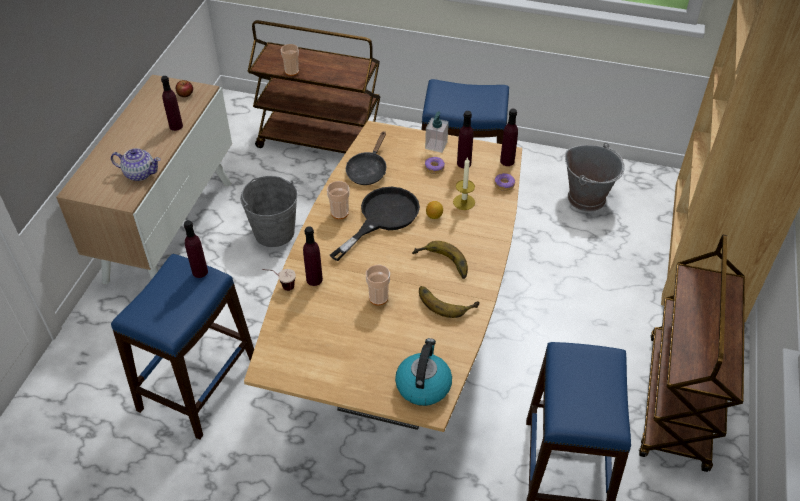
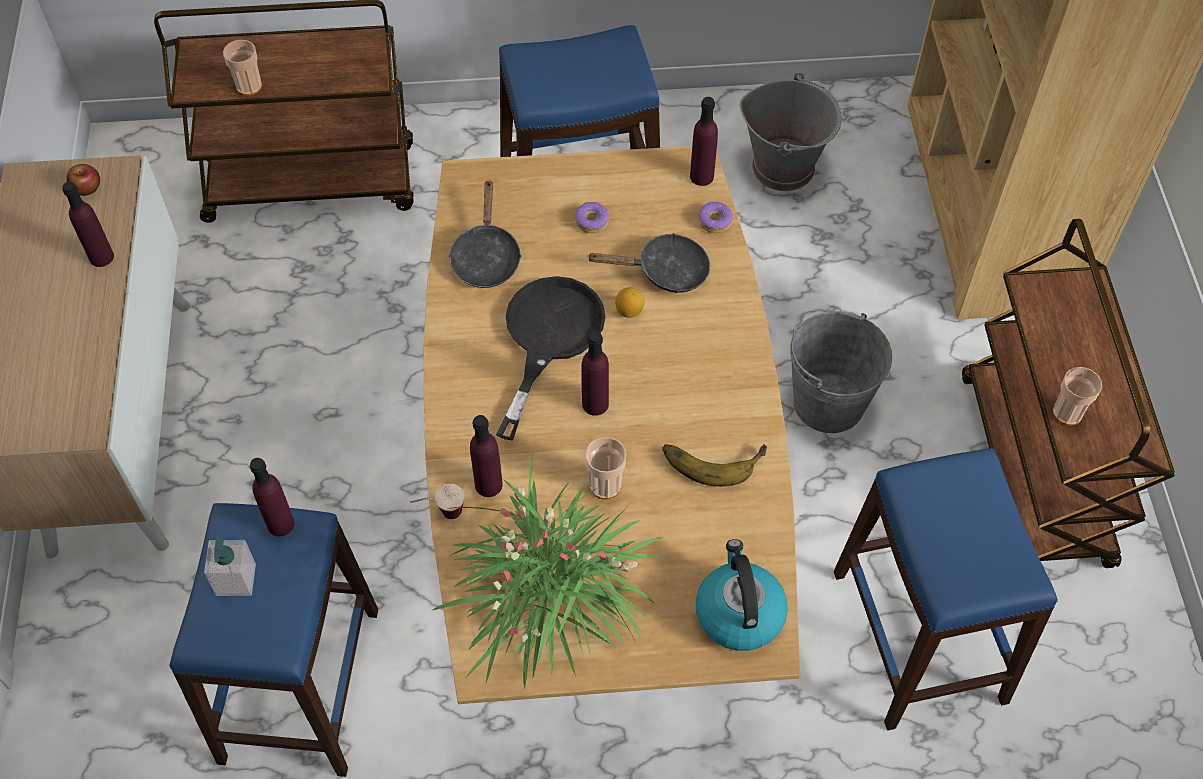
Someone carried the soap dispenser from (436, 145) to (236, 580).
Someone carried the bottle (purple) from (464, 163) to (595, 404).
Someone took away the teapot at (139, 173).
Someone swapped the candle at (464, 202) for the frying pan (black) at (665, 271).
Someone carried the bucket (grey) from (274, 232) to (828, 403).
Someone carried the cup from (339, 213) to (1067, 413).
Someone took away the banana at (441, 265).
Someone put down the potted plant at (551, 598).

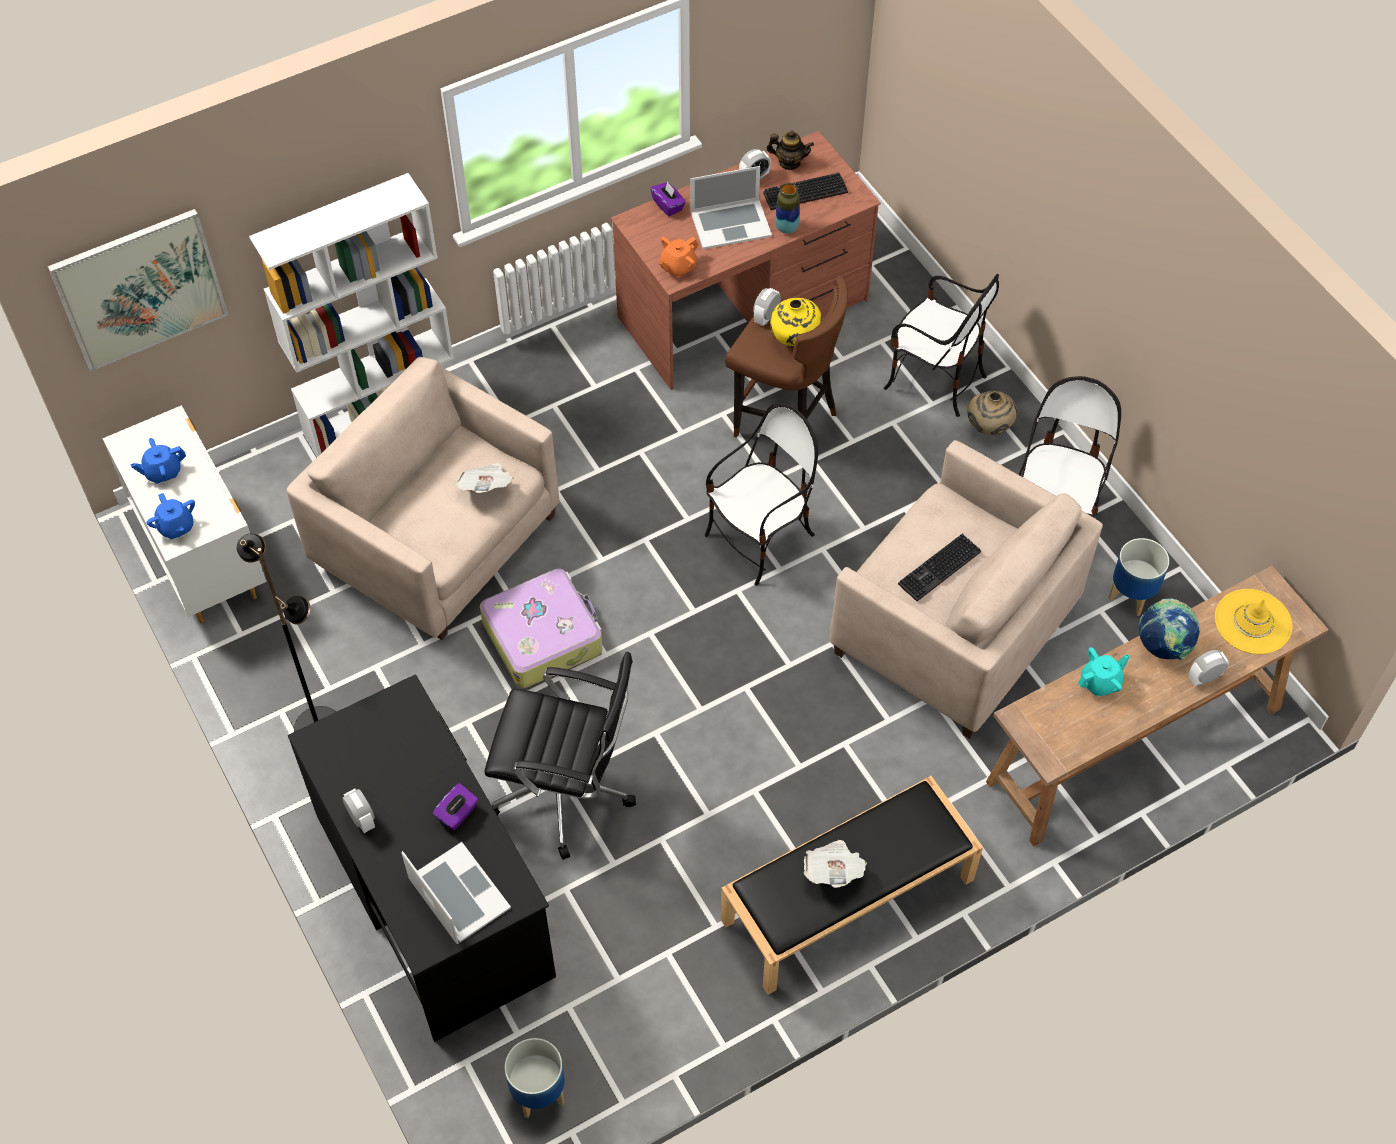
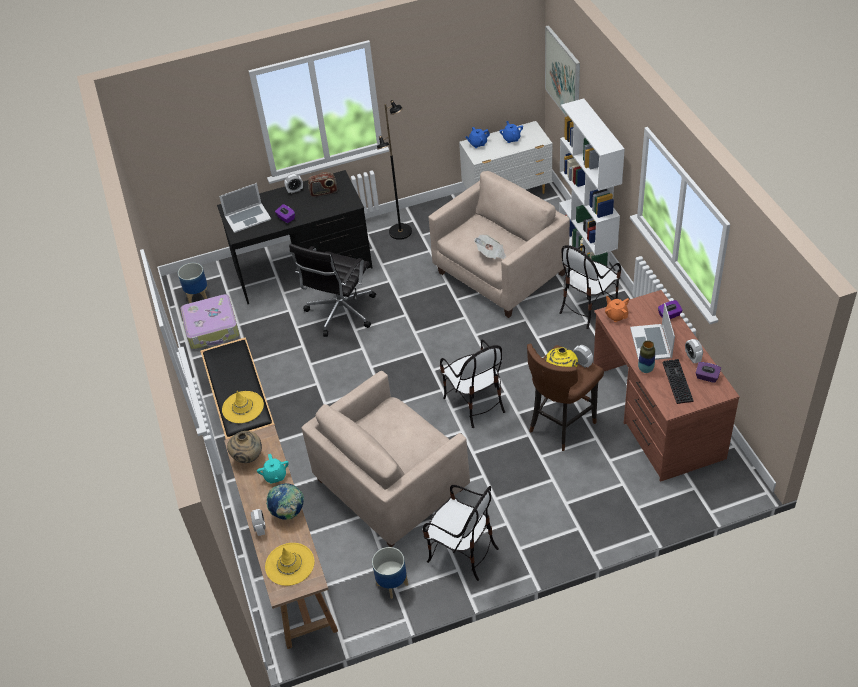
Someone swapped the teapot at (789, 162) for the tissue box (purple) at (707, 377).
Someone carried the chair from (934, 380) to (587, 307).
Someone carried the vase (beige) from (988, 429) to (248, 458).
Someone took away the keyboard at (939, 570).
Someone carried the suitcase from (543, 636) to (212, 328).
Someone took away the newspaper at (833, 870).
Someone put down the radio at (323, 192).
Someone put down the hat (yellow) at (243, 407).

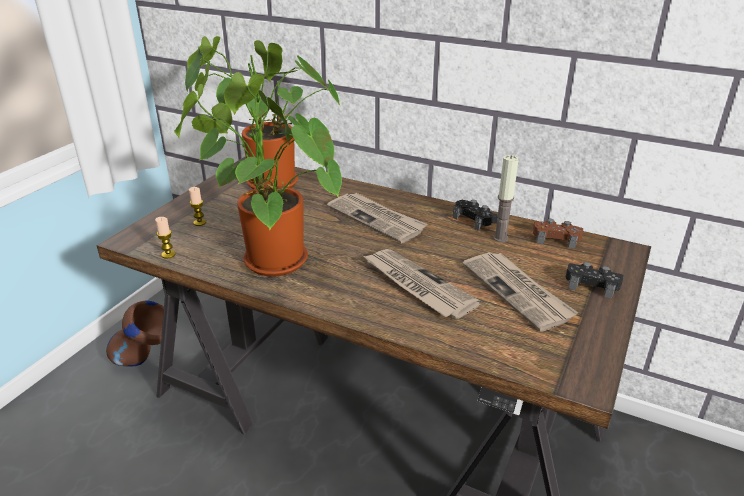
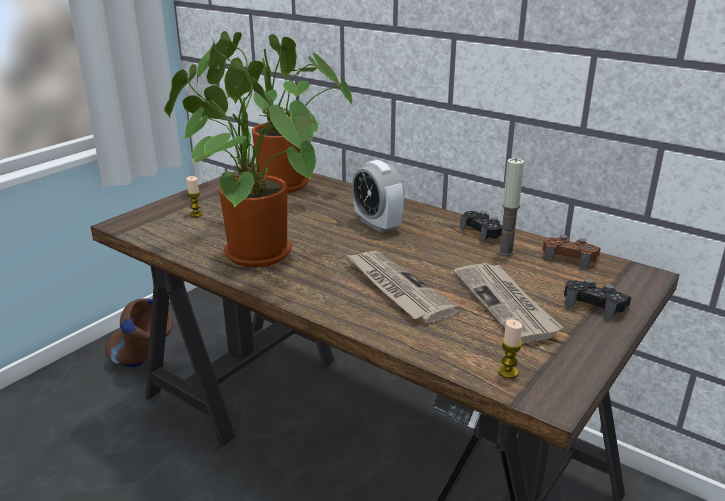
Someone swapped the newspaper at (377, 219) for the alarm clock at (377, 224).
Someone carried the candle from (168, 254) to (508, 372).

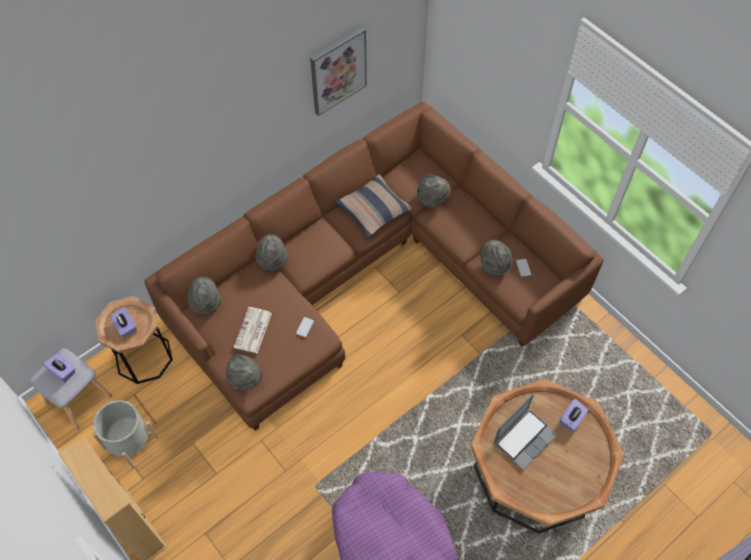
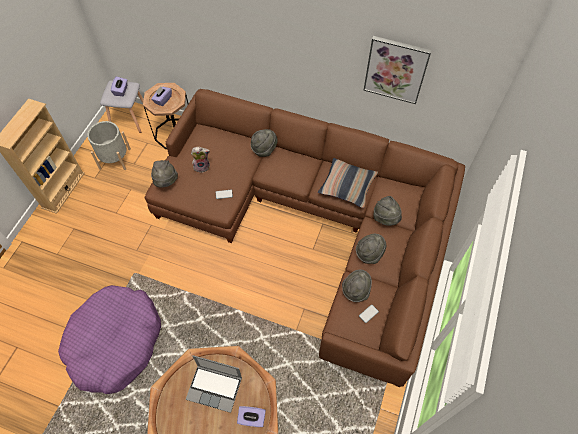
Someone carried the hat (grey) from (206, 303) to (369, 254).
Someone swapped the newspaper at (253, 331) for the plush toy at (202, 166).

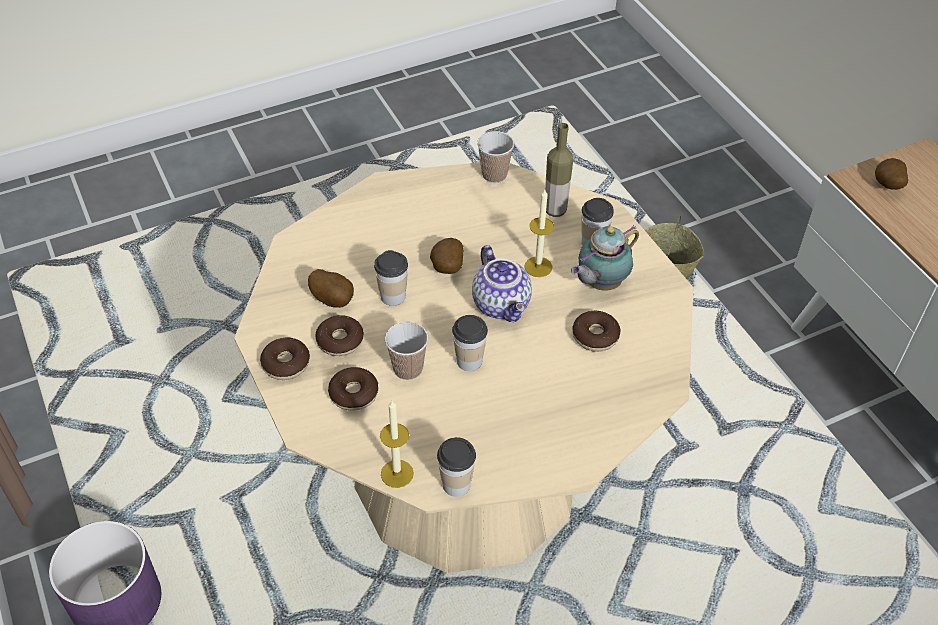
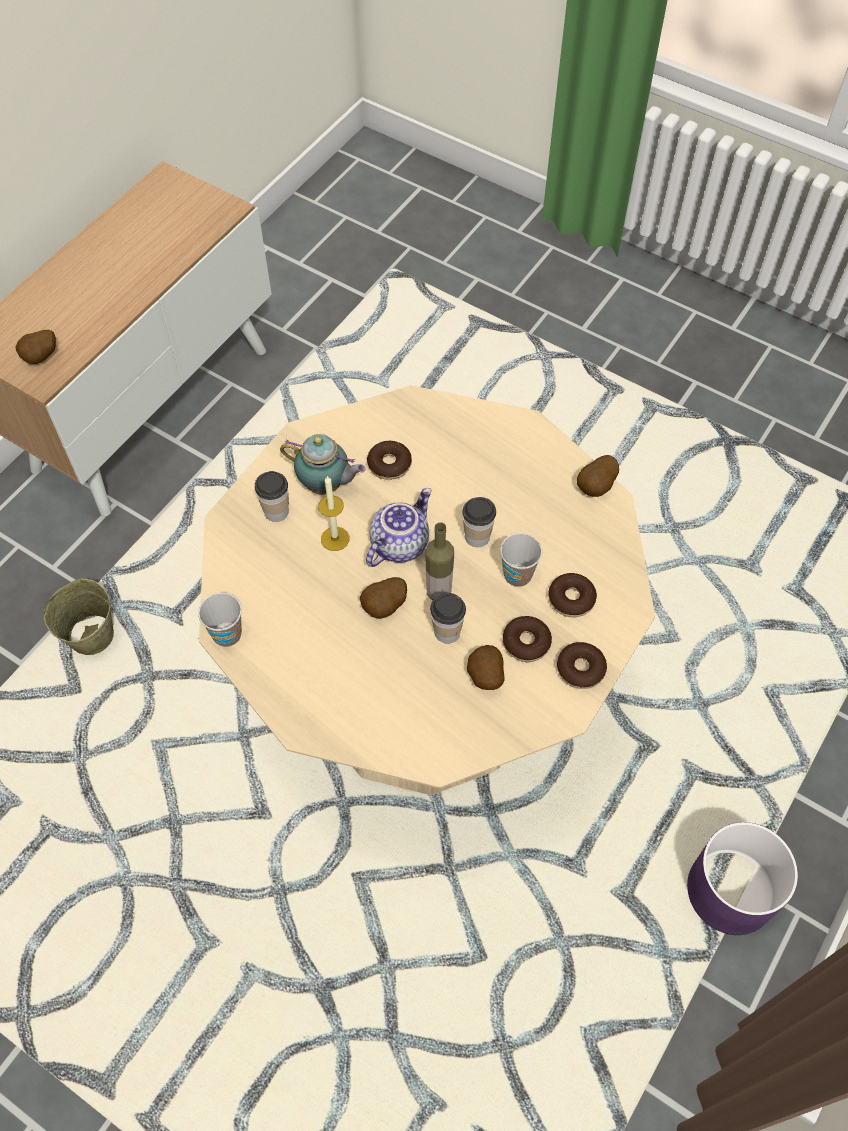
Someone carried the bottle from (555, 210) to (438, 592).
Someone took away the candle at (397, 473).
Someone swapped the cup at (456, 484) for the potato at (596, 487).

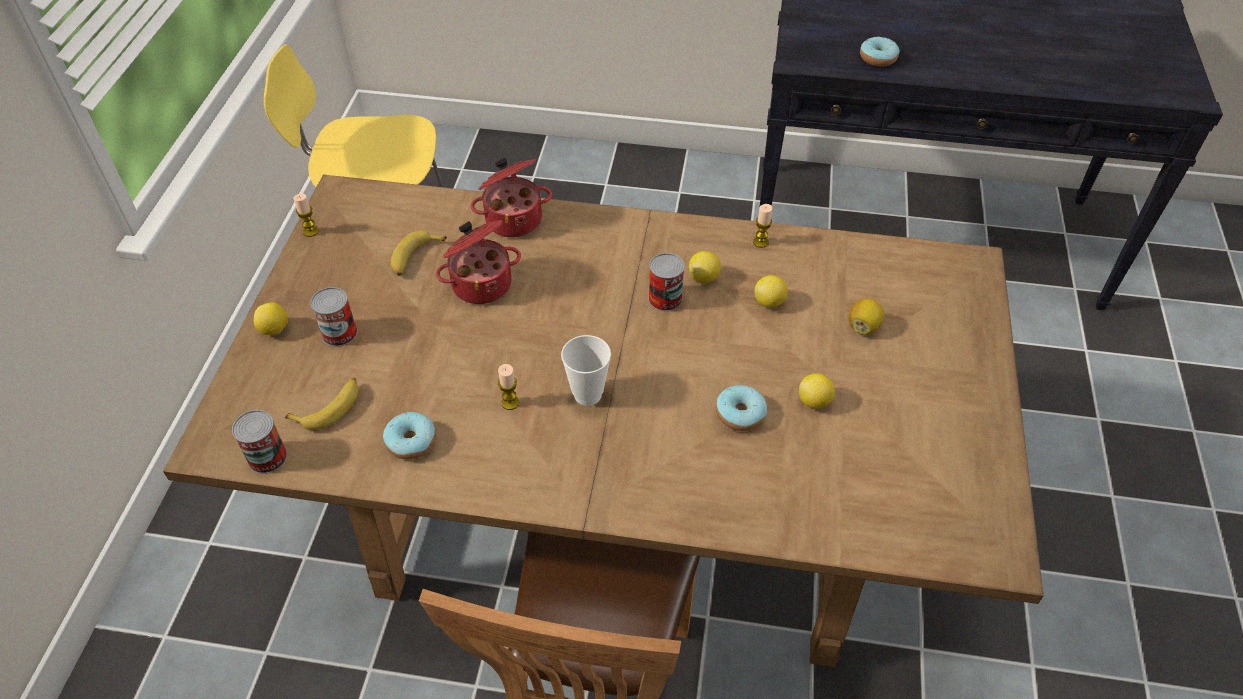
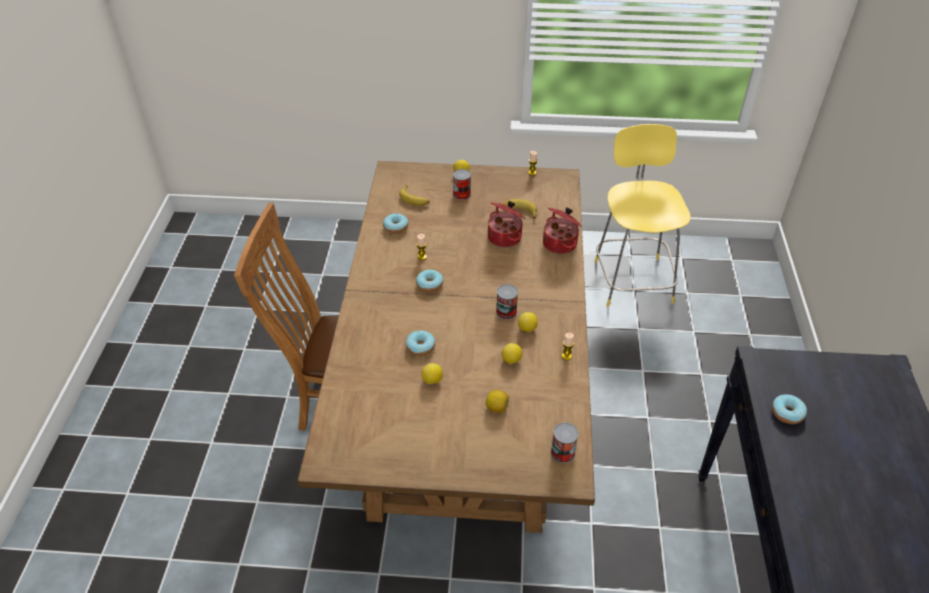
Someone swapped the cup at (587, 394) for the donut at (429, 284).
Someone carried the can from (267, 457) to (563, 452).

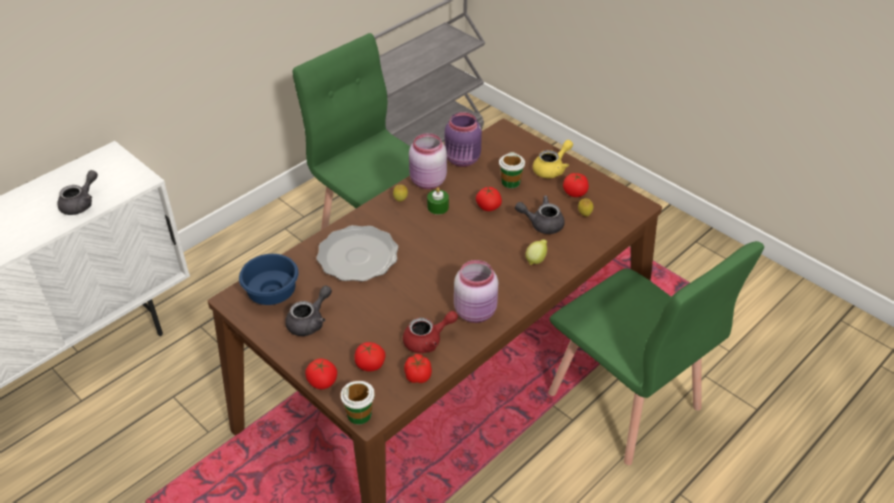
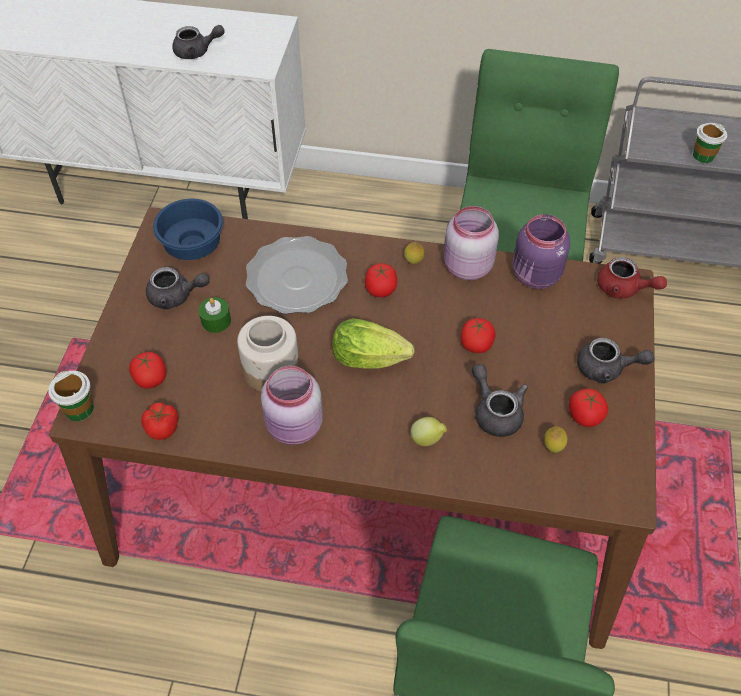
Someone repainted the teapot (yellow) at (552, 169), which became the teapot (grey) at (607, 369).
Someone carried the cup from (510, 182) to (703, 155).
Someone carried the candle (green) from (438, 207) to (216, 321).
Someone carried the teapot (red) from (428, 340) to (624, 289).
Someone carried the tomato from (322, 382) to (380, 289).
Someone put down the jar at (272, 370).
Someone put down the lettuce at (373, 359).

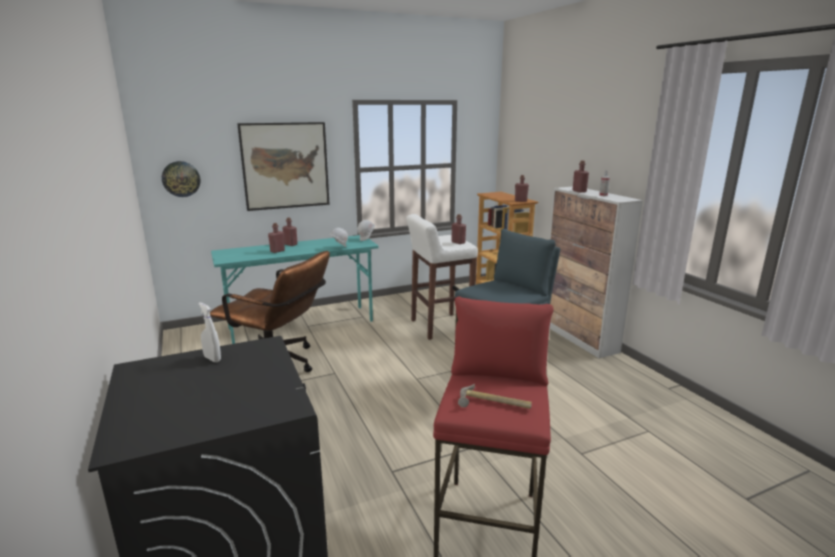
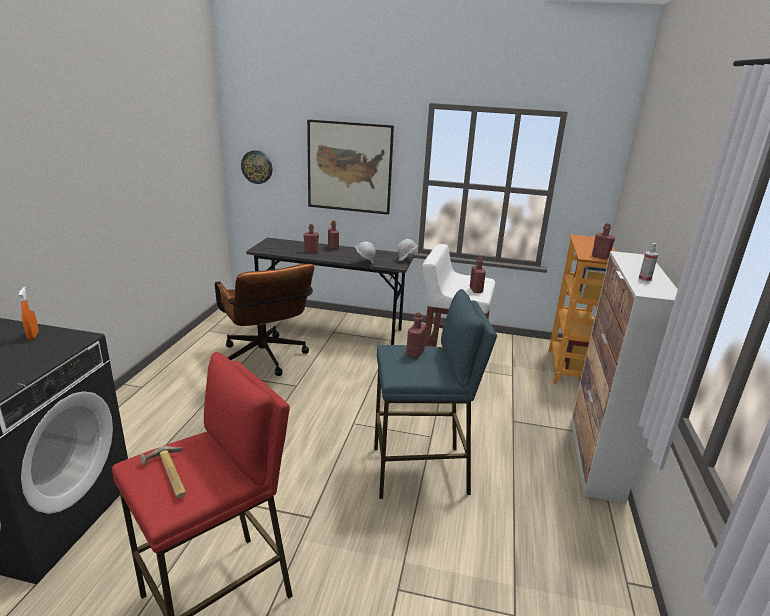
Someone carried the bottle (red) from (579, 191) to (415, 353).
Someone repainted the desk (turquoise) at (302, 324), which became the desk (grey) at (331, 329).
Someone repainted the spray bottle (white) at (212, 359), which became the spray bottle (orange) at (33, 335).

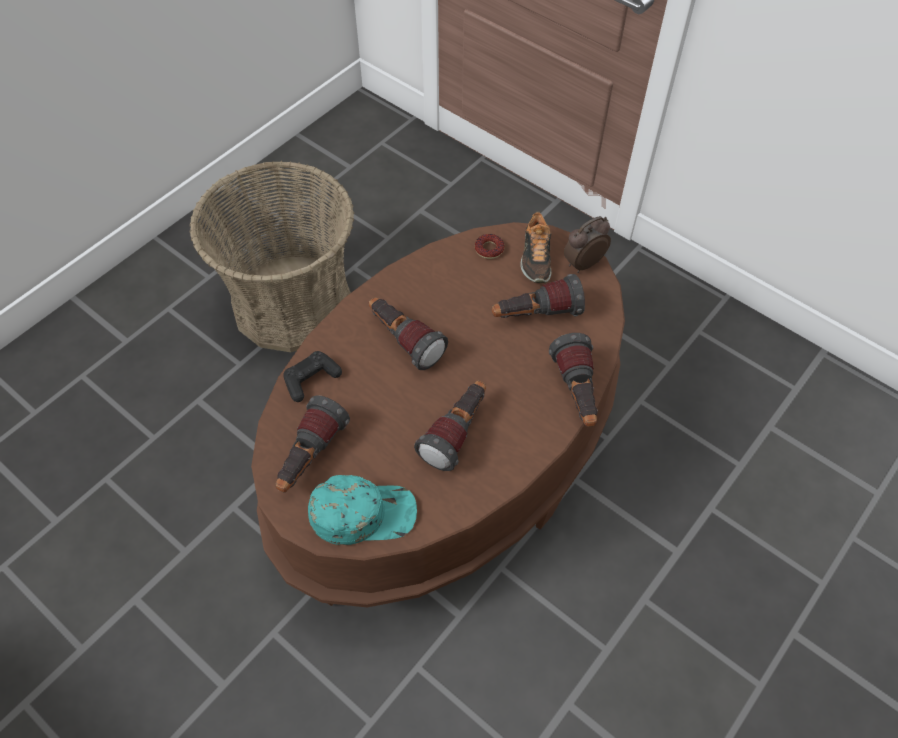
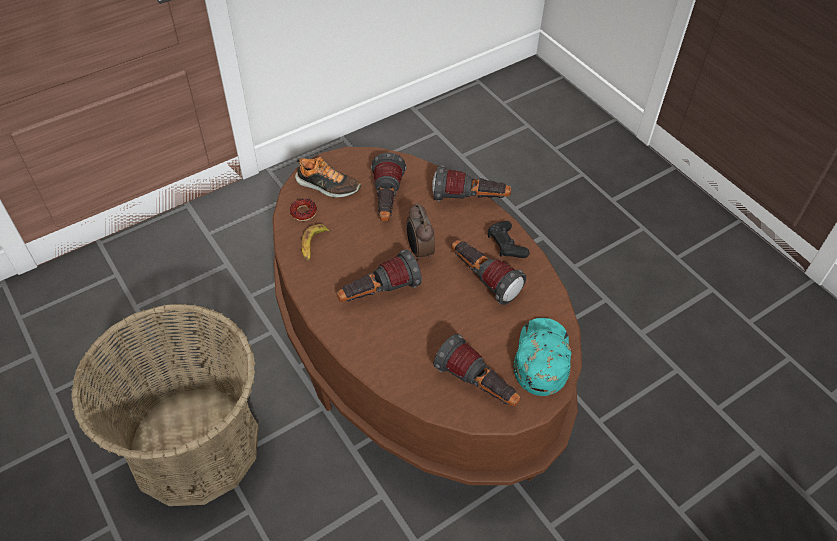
Someone carried the alarm clock from (582, 263) to (419, 251).
Someone carried the game controller (black) from (311, 379) to (506, 245).
Someone put down the banana at (314, 245).

